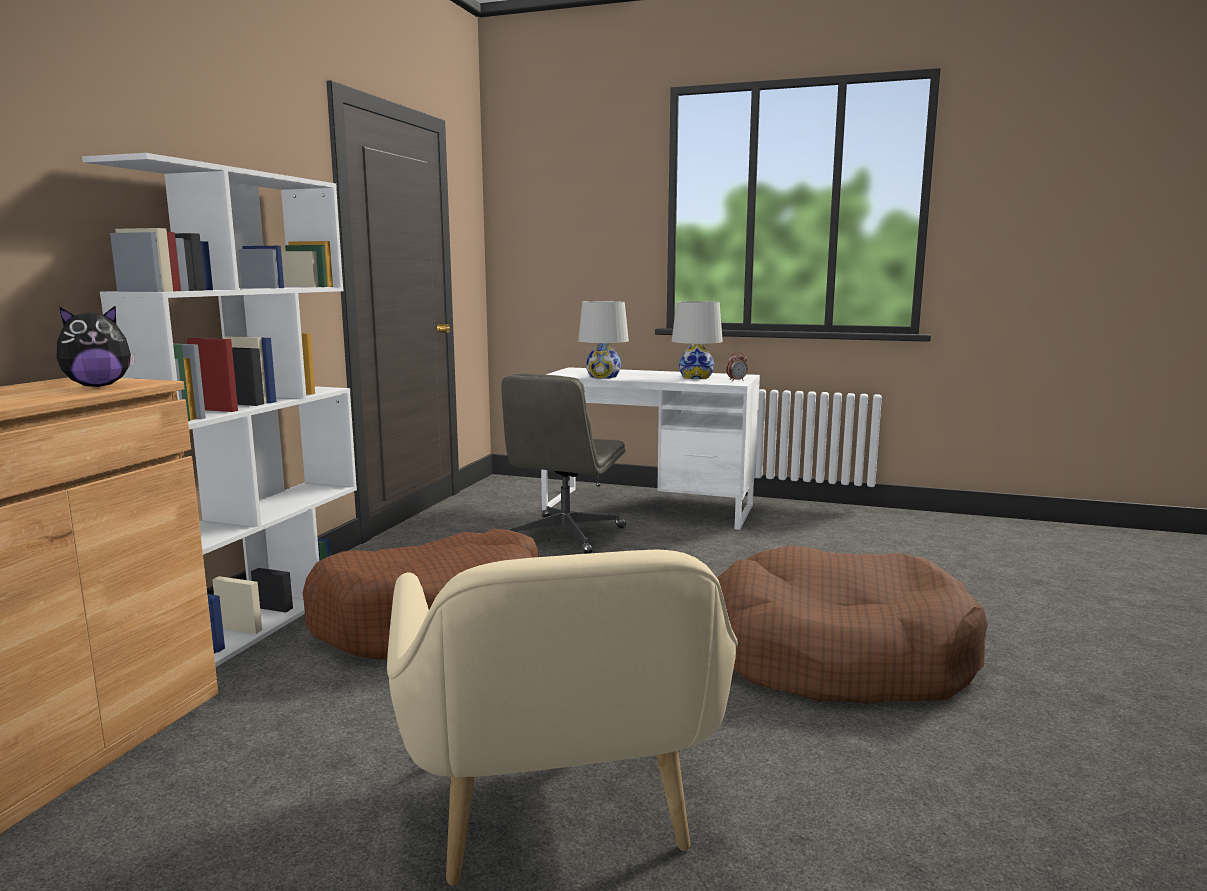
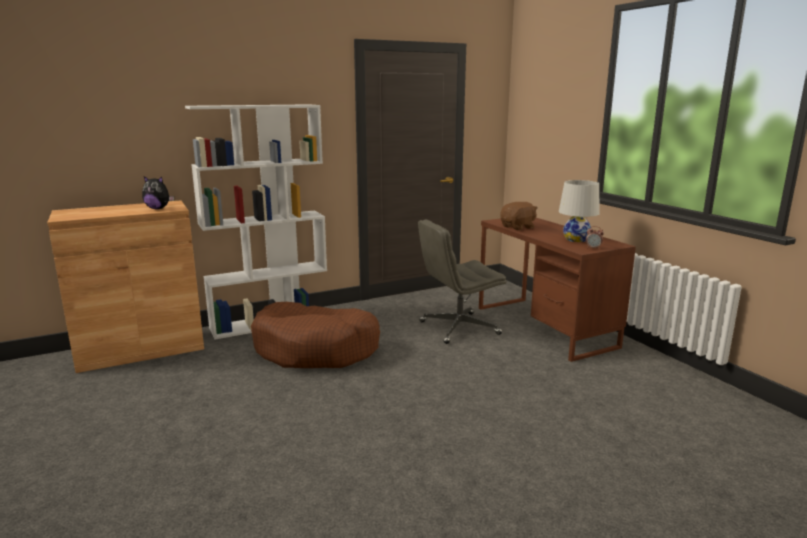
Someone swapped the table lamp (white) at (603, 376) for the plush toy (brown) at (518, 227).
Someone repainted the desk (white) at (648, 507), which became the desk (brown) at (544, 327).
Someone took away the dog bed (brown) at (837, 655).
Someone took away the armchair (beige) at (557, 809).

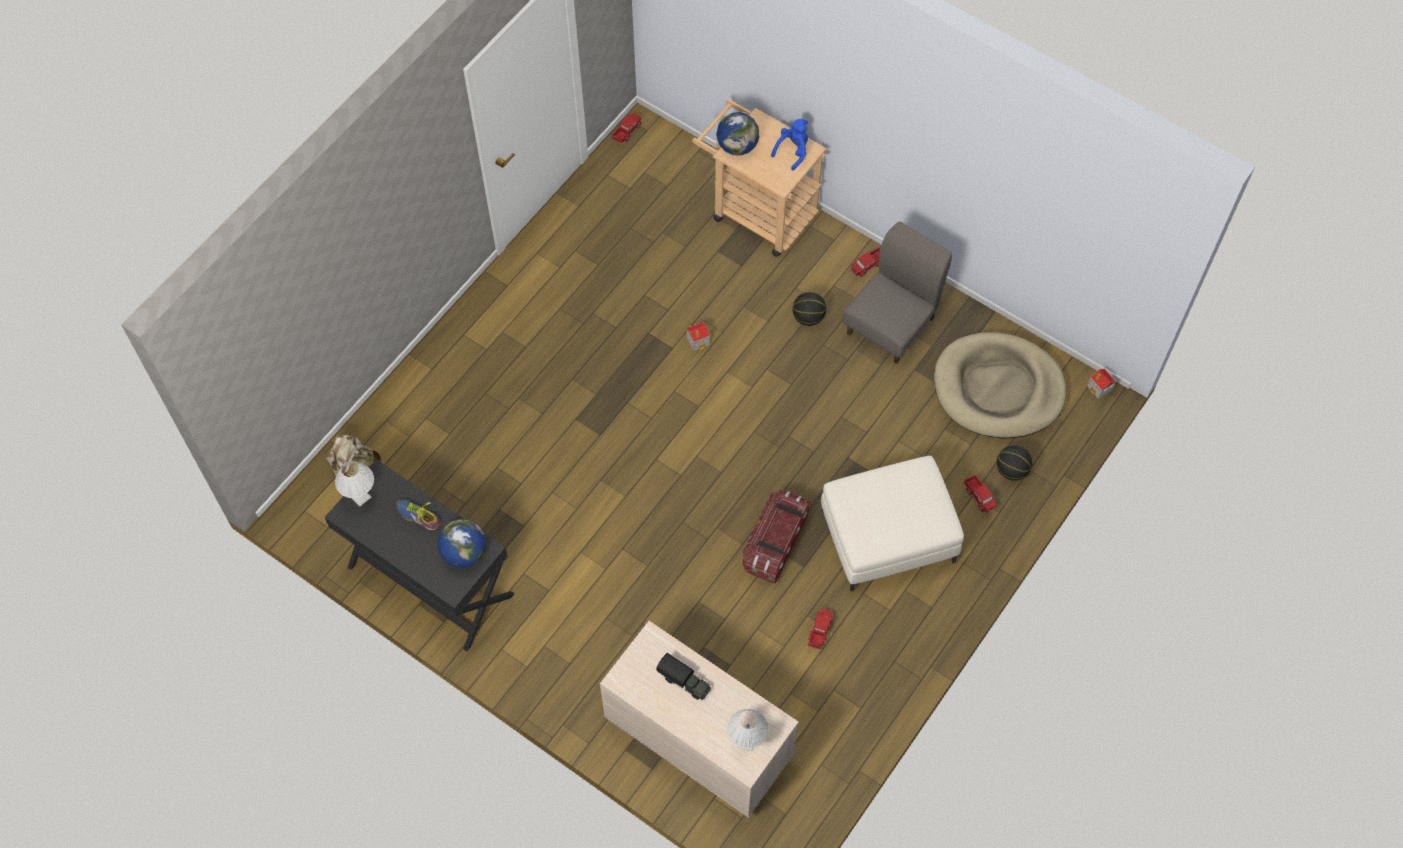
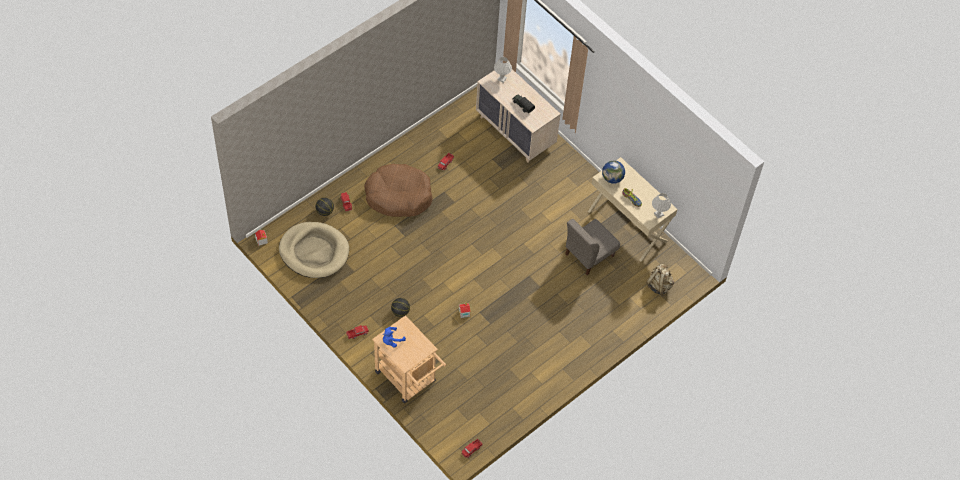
Someone took away the globe at (737, 146).
Someone carried the chair (grey) from (891, 325) to (589, 255).
Someone swapped the ottoman (white) at (887, 536) for the dog bed (brown) at (398, 196).
Someone repainted the desk (black) at (429, 581), which became the desk (beige) at (628, 226).
Someone took away the storage box at (775, 543).

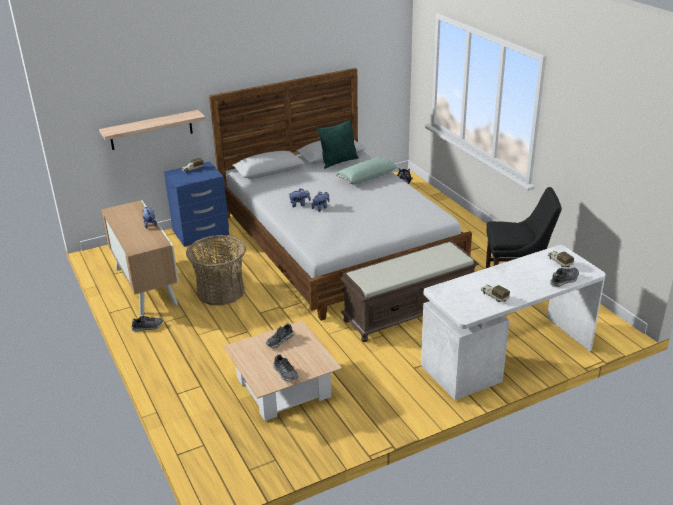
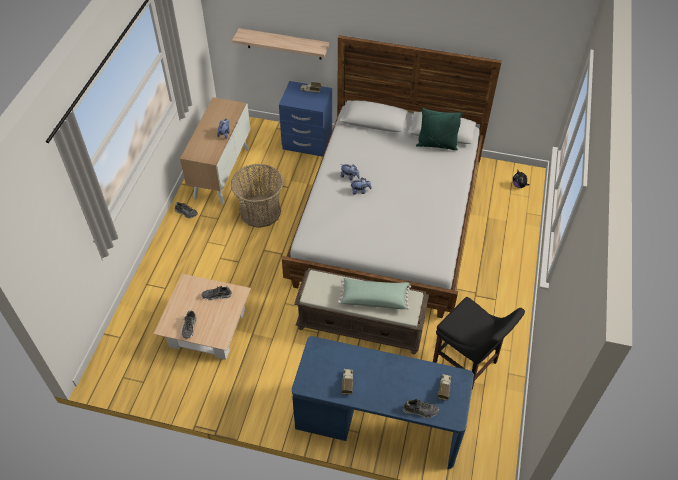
Someone carried the pillow (green) from (366, 177) to (374, 298).
Someone repainted the desk (white) at (507, 357), which became the desk (blue) at (378, 423).

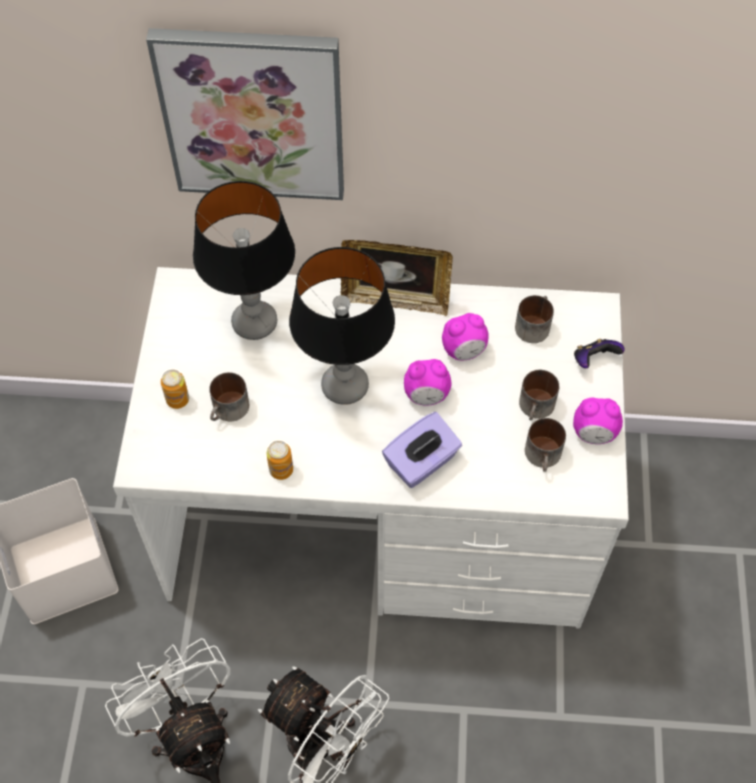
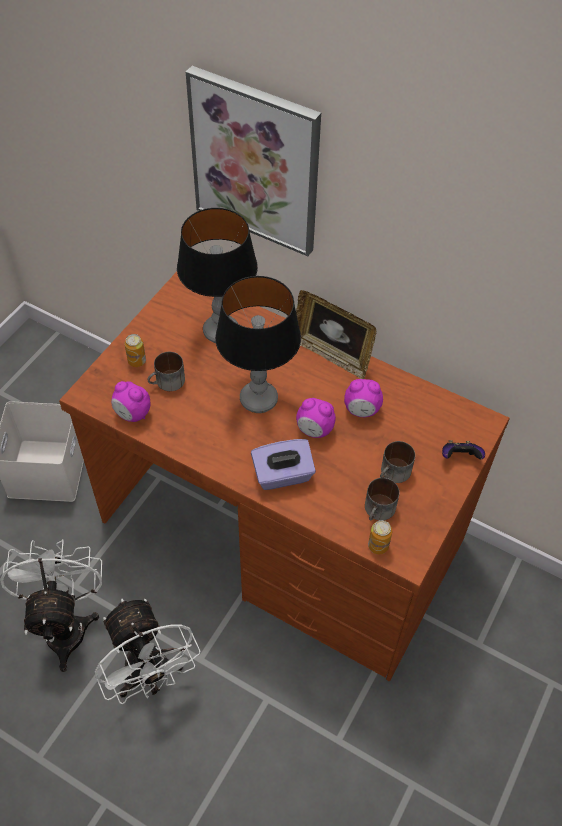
Someone repainted the desk (white) at (380, 519), which became the desk (brown) at (281, 533).
Someone took away the mug at (532, 324).
Someone carried the alarm clock from (594, 434) to (132, 414).
Someone carried the can from (281, 470) to (378, 546).

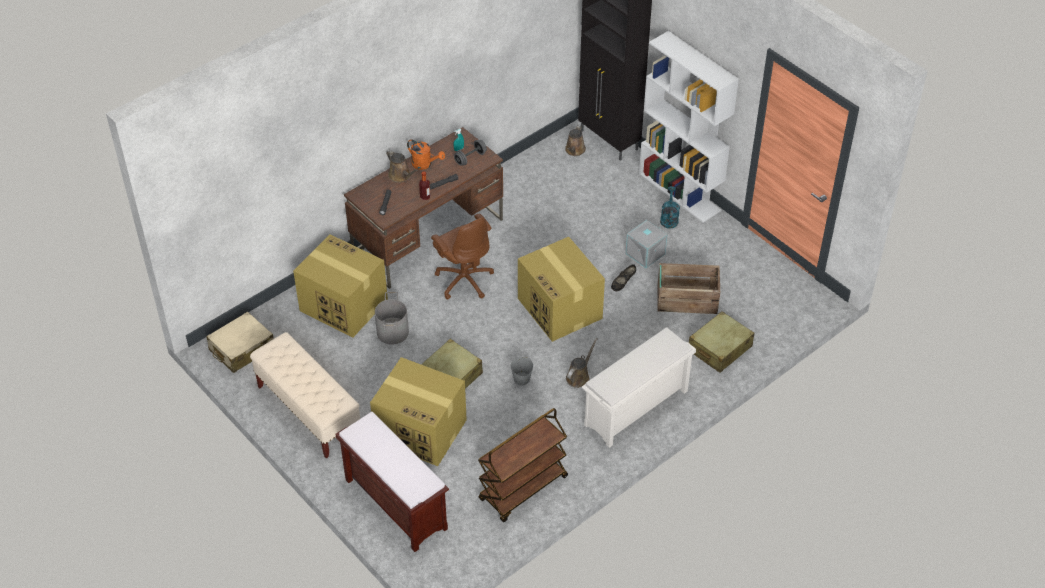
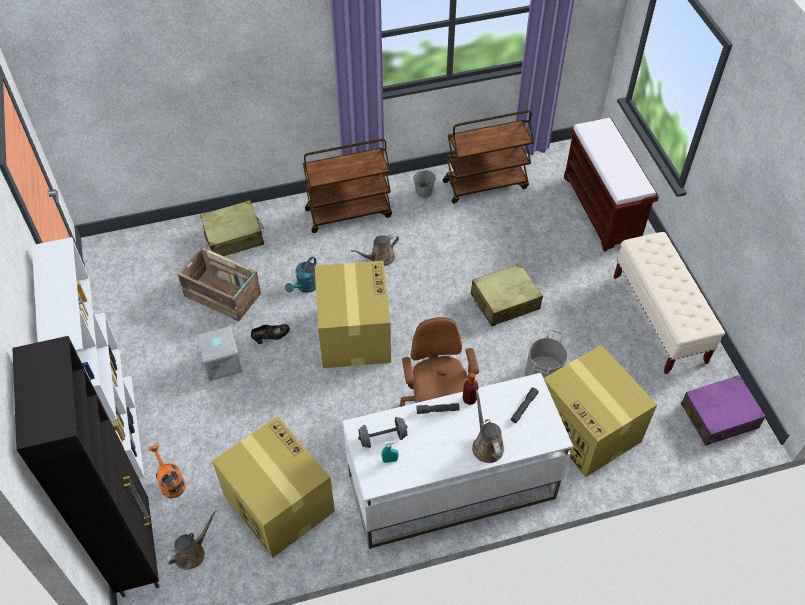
Someone repainted the desk (brown) at (428, 236), which became the desk (white) at (450, 487).
Someone carried the watering can (orange) from (425, 164) to (170, 482).
Someone carried the watering can (turquoise) from (669, 218) to (305, 287).
Someone repainted the suitcase (beige) at (241, 349), which became the suitcase (purple) at (719, 416).
Someone swapped the shoe rack (white) at (635, 409) for the cart (brown) at (349, 212).
Someone carried the cardboard box from (422, 431) to (278, 502).
Someone carried the bucket (grey) from (522, 379) to (424, 192).

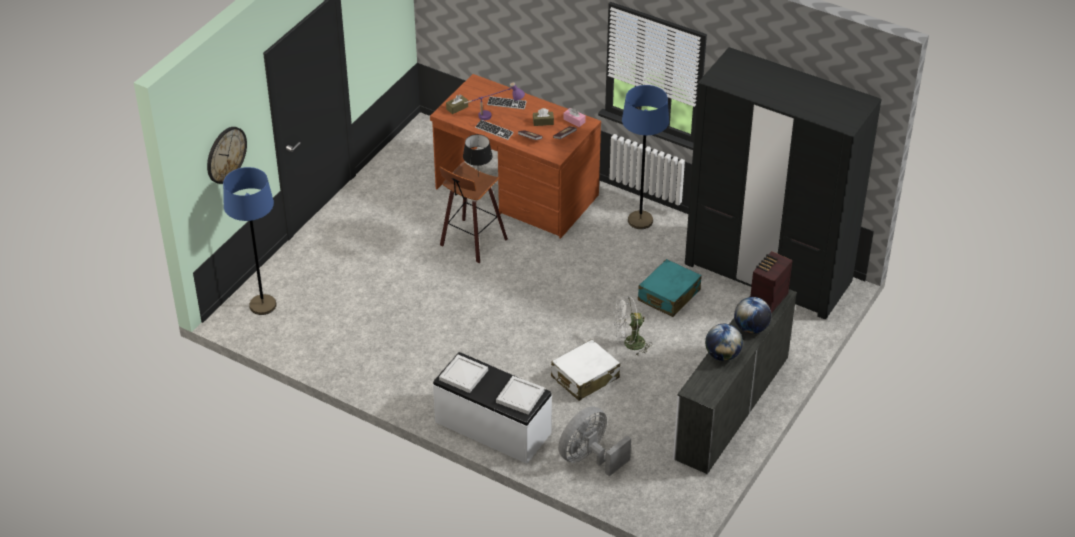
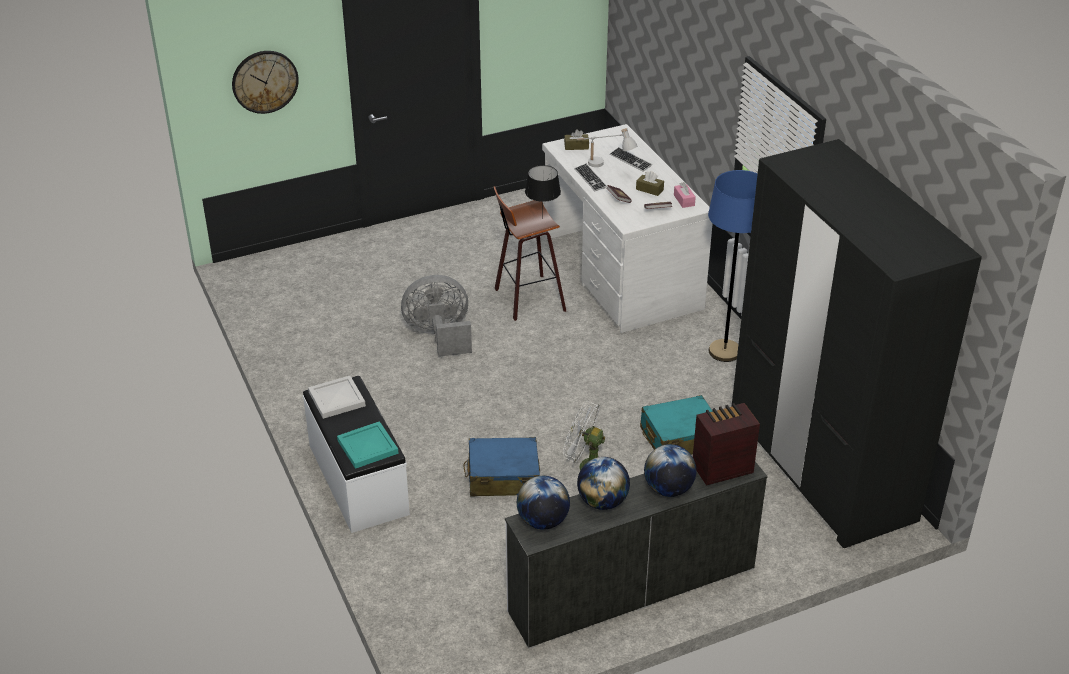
Someone repainted the desk (brown) at (516, 193), which became the desk (white) at (620, 273).
Someone repainted the table lamp (purple) at (494, 117), which became the table lamp (white) at (605, 167).
Someone took away the floor lamp (blue) at (262, 305).
Someone repainted the suitcase (white) at (584, 377), which became the suitcase (blue) at (503, 477).
Someone repainted the tray (white) at (519, 397), which became the tray (turquoise) at (366, 446).
Someone carried the fan (grey) from (589, 458) to (439, 336).
Someone put down the globe at (543, 521).

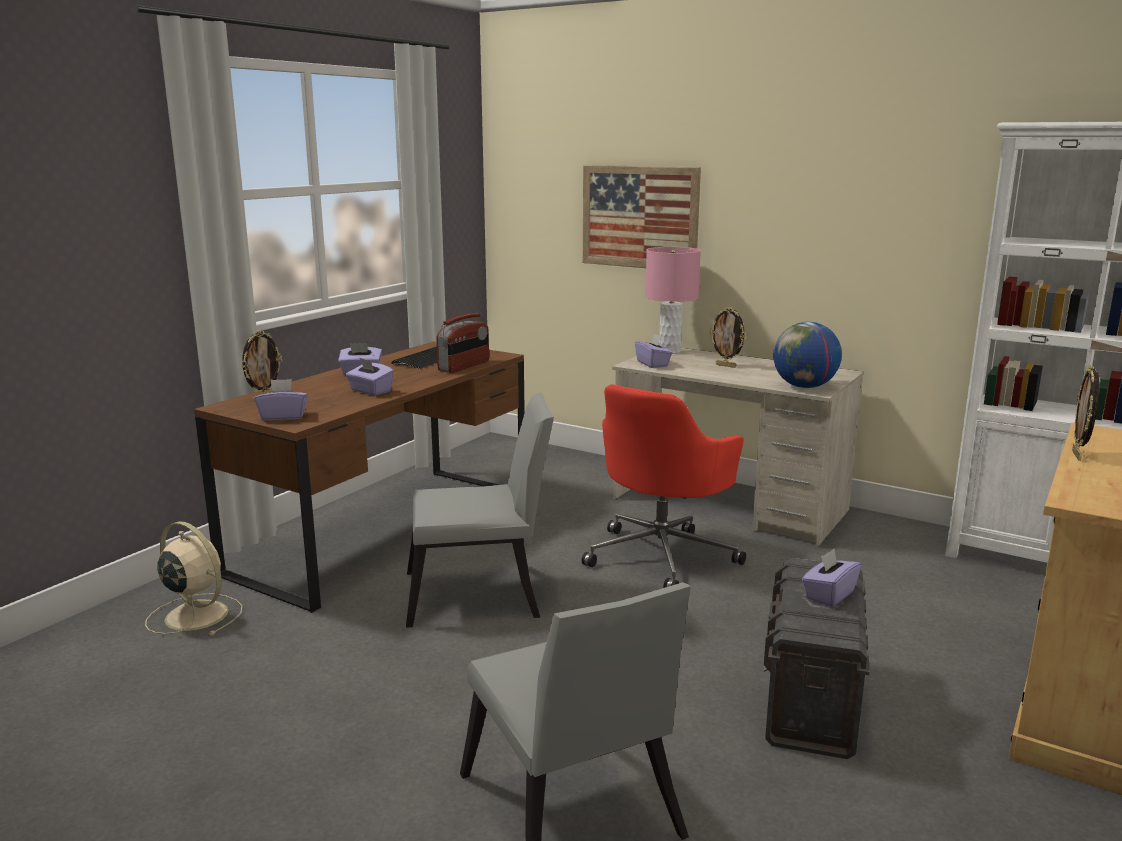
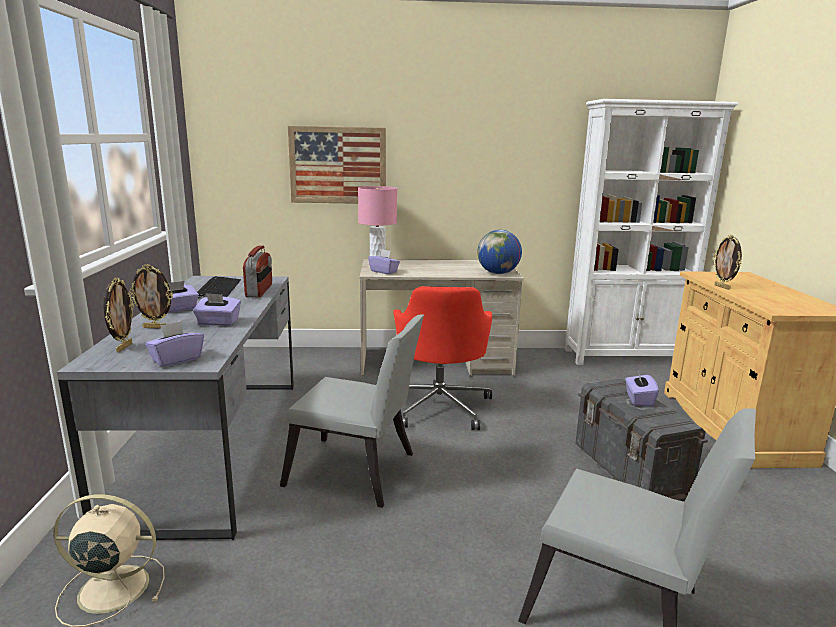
Someone carried the picture frame from (726, 366) to (156, 327).
Someone repainted the desk (brown) at (386, 530), which became the desk (grey) at (215, 445).
Someone rotated the chair (grey) at (482, 594) by 60 degrees clockwise.

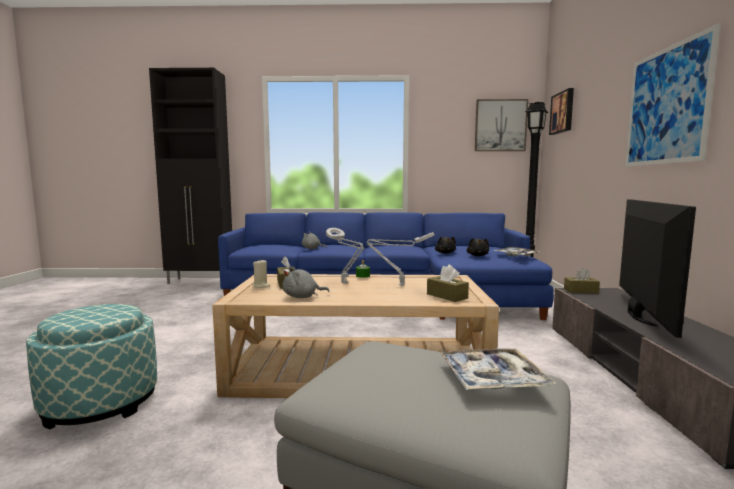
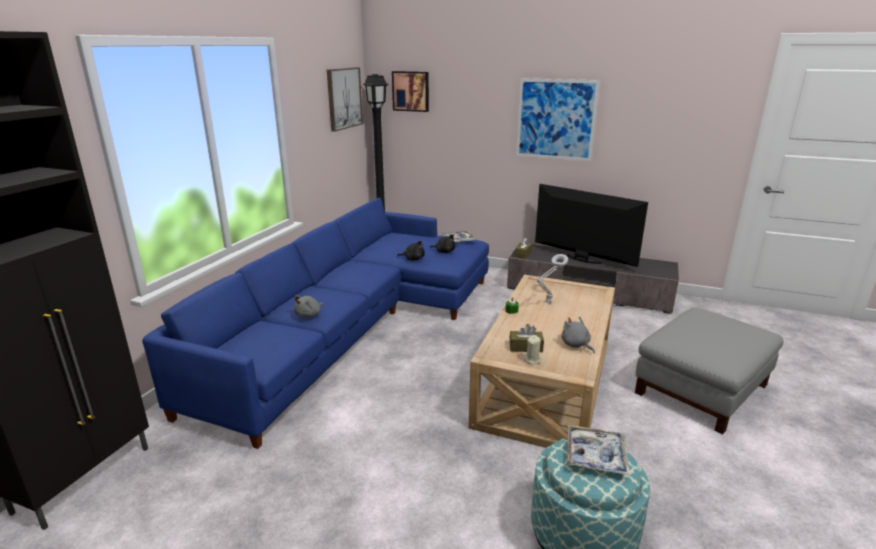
Someone took away the table lamp (grey) at (346, 283).
Someone took away the tissue box (brown) at (447, 296).
Someone rotated the plush toy (grey) at (302, 297) by 150 degrees clockwise.
Someone carried the tray from (492, 379) to (595, 455).

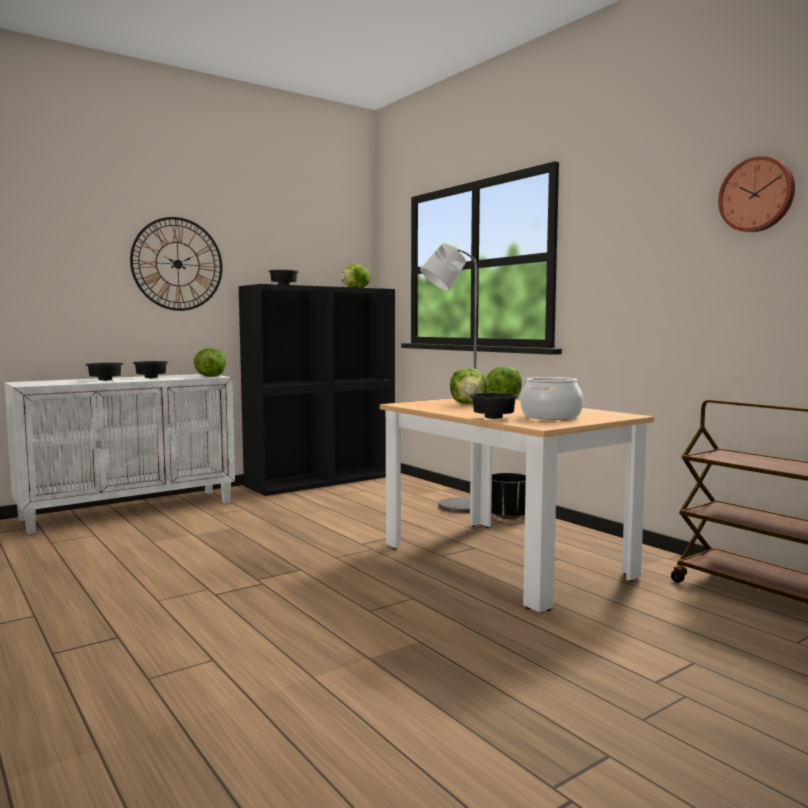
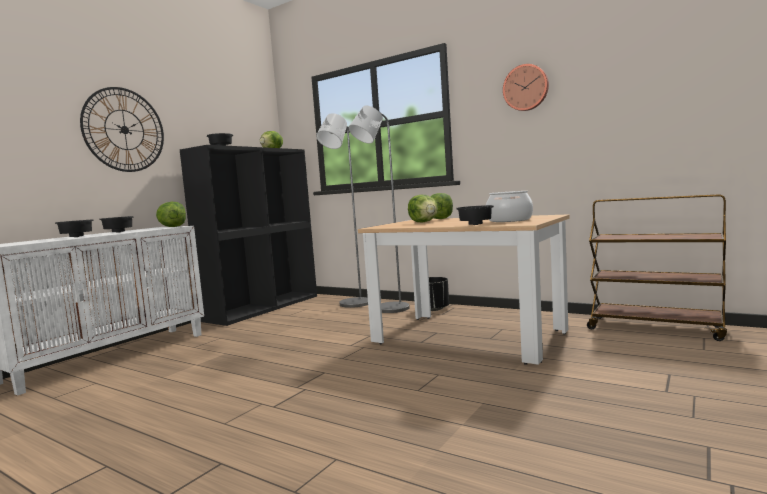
Someone carried the wall clock from (757, 195) to (526, 88).
Someone put down the floor lamp (grey) at (351, 305).

